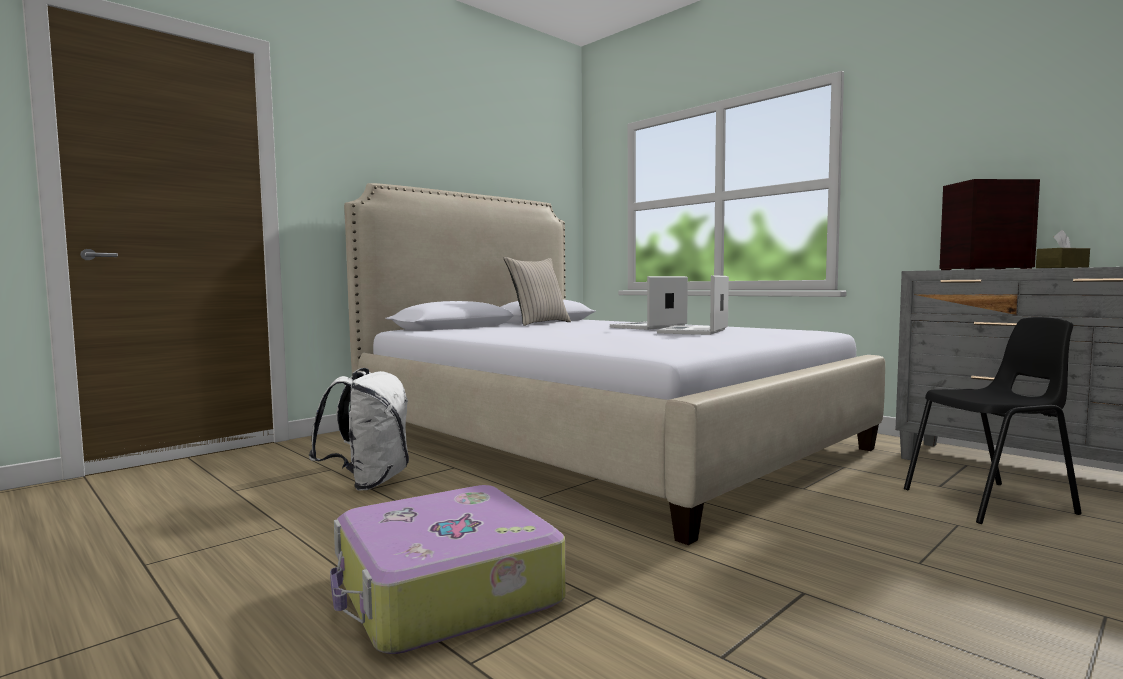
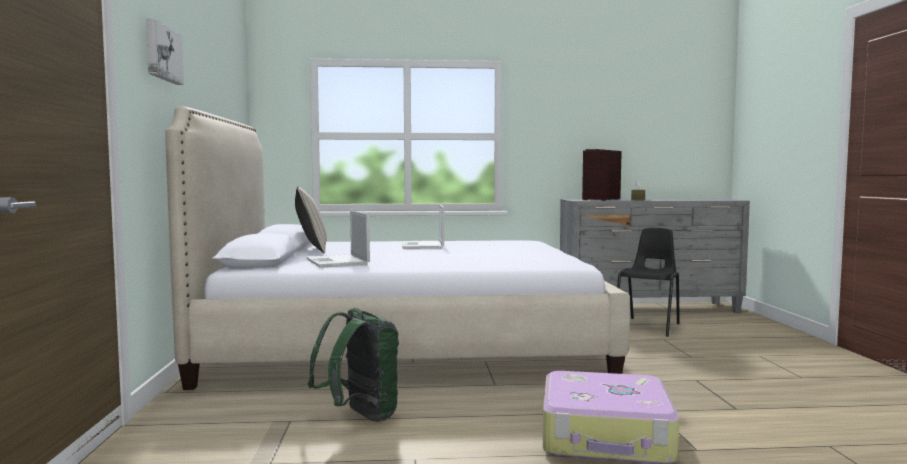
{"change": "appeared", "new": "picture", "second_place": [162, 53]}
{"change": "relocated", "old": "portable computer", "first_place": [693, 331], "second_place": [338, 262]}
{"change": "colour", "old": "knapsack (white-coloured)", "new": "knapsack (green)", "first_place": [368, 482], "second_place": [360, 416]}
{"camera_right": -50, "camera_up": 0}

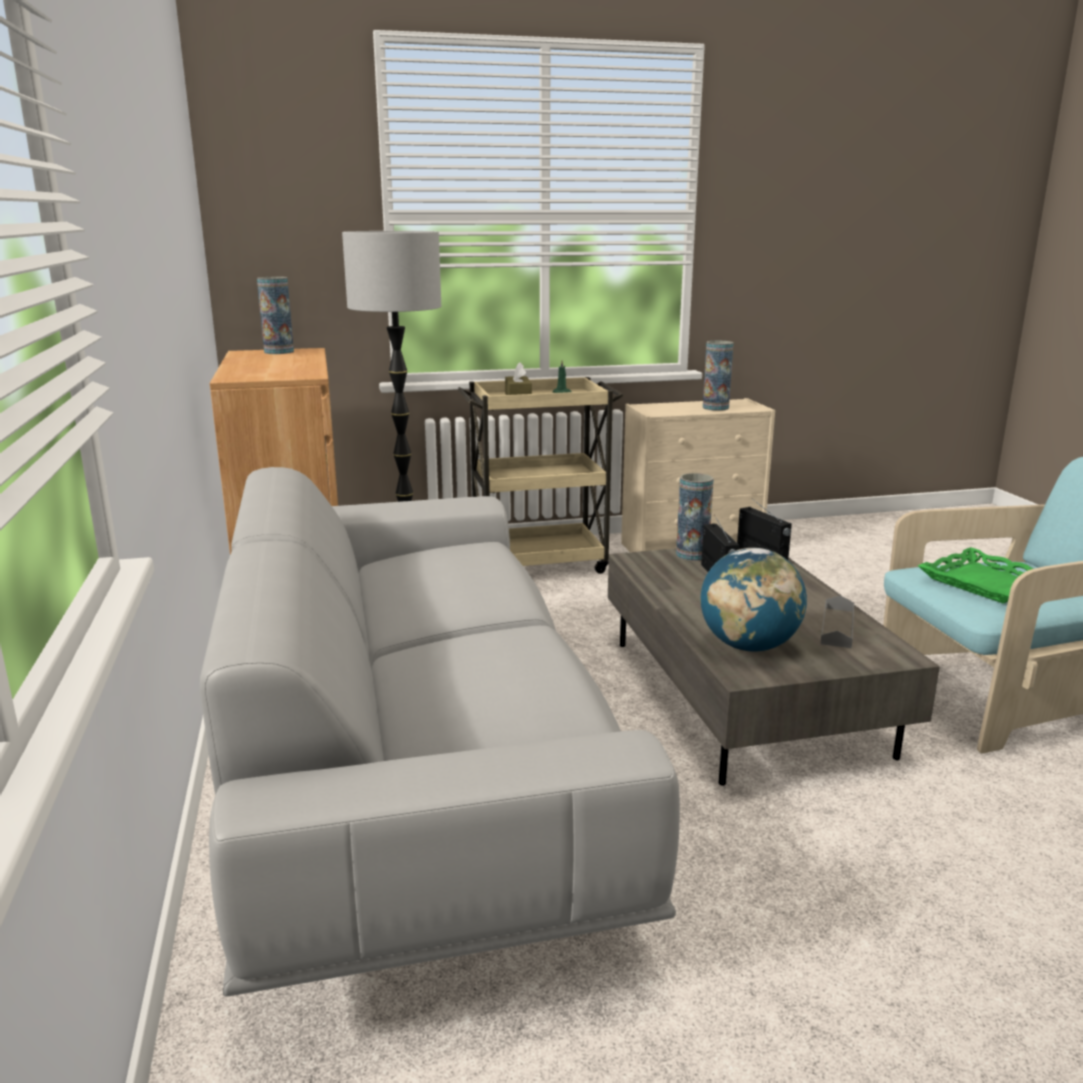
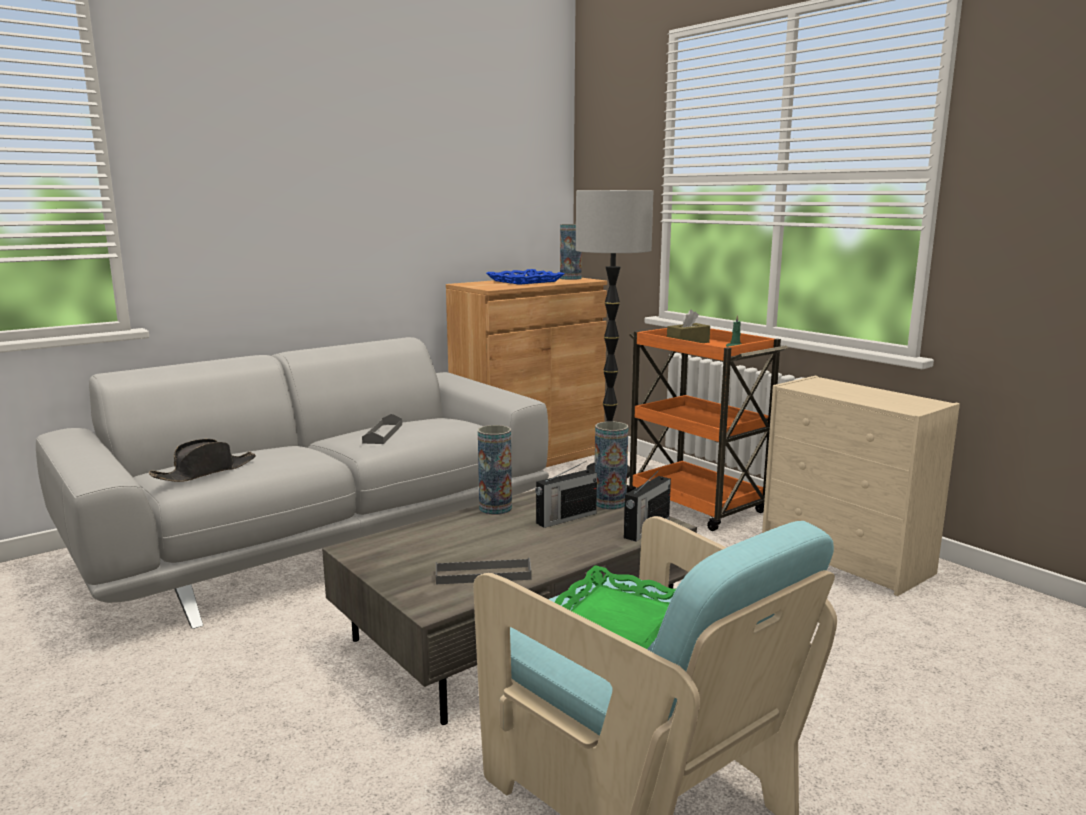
{"change": "appeared", "new": "hat (black)", "second_place": [205, 472]}
{"change": "appeared", "new": "serving tray (grey)", "second_place": [383, 433]}
{"change": "relocated", "old": "decorative vase", "first_place": [715, 408], "second_place": [495, 508]}
{"change": "appeared", "new": "serving tray (bluish)", "second_place": [524, 281]}
{"change": "colour", "old": "cart (beige)", "new": "cart (orangey)", "first_place": [539, 564], "second_place": [696, 505]}
{"change": "missing", "old": "globe", "first_place": [749, 646]}
{"camera_right": 65, "camera_up": -5}

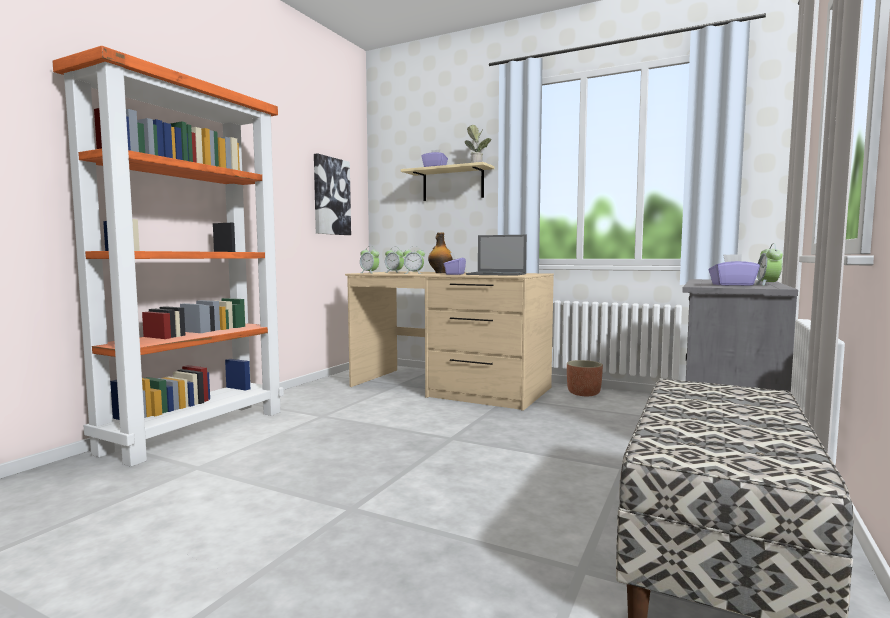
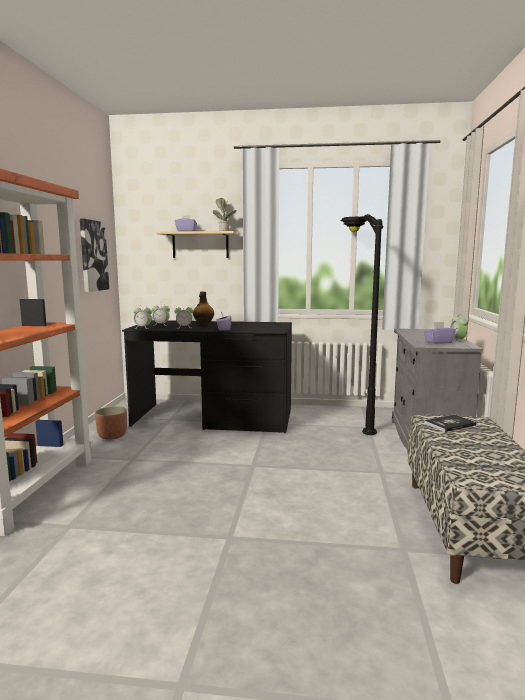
{"change": "relocated", "old": "plant pot", "first_place": [583, 393], "second_place": [112, 436]}
{"change": "colour", "old": "desk table (beige)", "new": "desk table (black)", "first_place": [449, 387], "second_place": [214, 418]}
{"change": "appeared", "new": "floor lamp (black)", "second_place": [353, 418]}
{"change": "appeared", "new": "bound book", "second_place": [450, 424]}
{"change": "missing", "old": "portable computer", "first_place": [497, 274]}
{"camera_right": -20, "camera_up": 5}

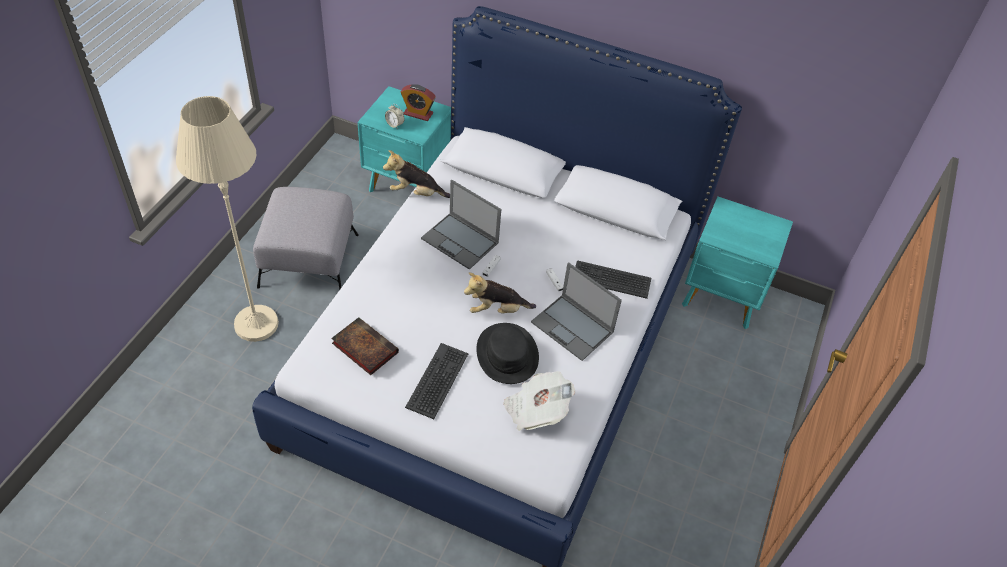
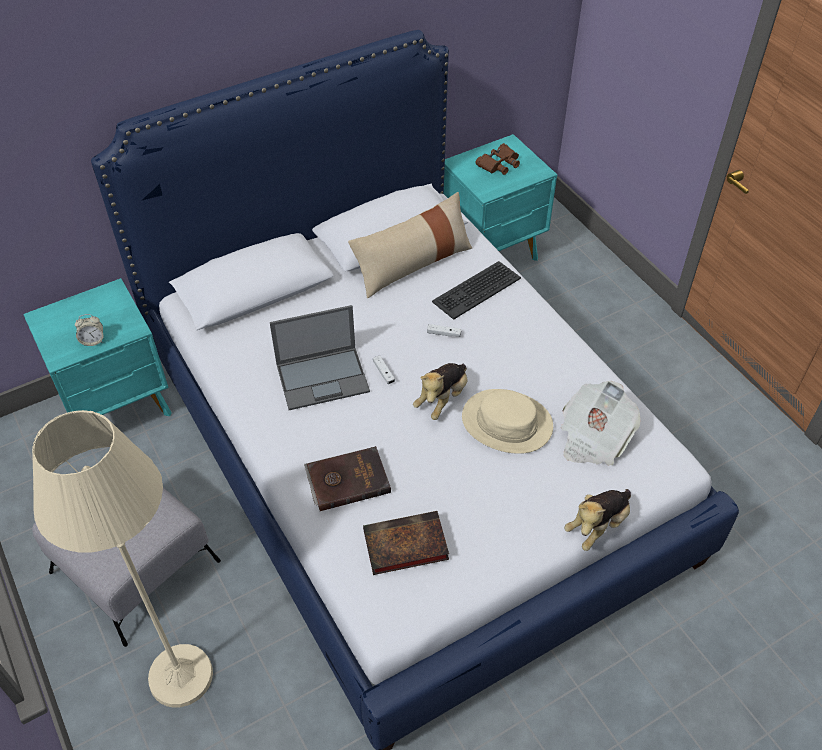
{"change": "appeared", "new": "bound book (brown-coloured)", "second_place": [347, 480]}
{"change": "appeared", "new": "throw pillow (beige)", "second_place": [413, 264]}
{"change": "colour", "old": "hat (black)", "new": "hat (beige)", "first_place": [507, 354], "second_place": [507, 422]}
{"change": "appeared", "new": "pair of binoculars (brown-coloured)", "second_place": [499, 164]}
{"change": "relocated", "old": "plush toy", "first_place": [416, 193], "second_place": [598, 525]}
{"change": "missing", "old": "bedside clock", "first_place": [418, 114]}
{"change": "missing", "old": "keyboard", "first_place": [438, 381]}
{"change": "missing", "old": "portable computer", "first_place": [573, 327]}
{"camera_right": -50, "camera_up": 0}

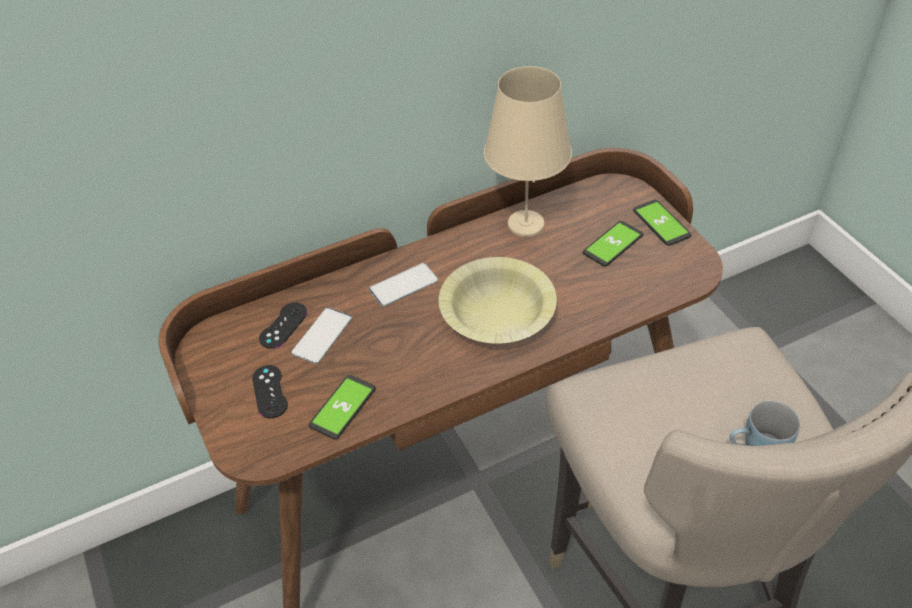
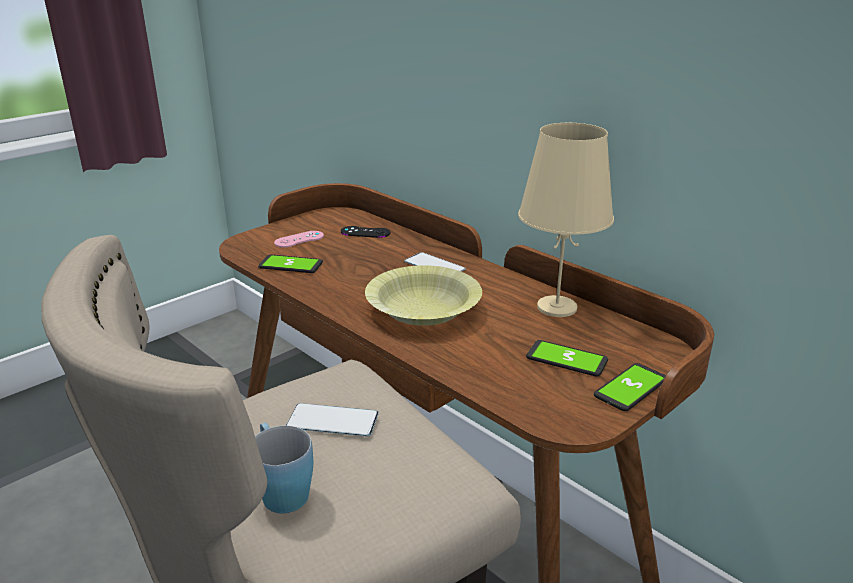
{"change": "colour", "old": "joypad (black)", "new": "joypad (pink-coloured)", "first_place": [270, 391], "second_place": [299, 239]}
{"change": "relocated", "old": "handset", "first_place": [322, 335], "second_place": [333, 421]}
{"camera_right": 70, "camera_up": -20}

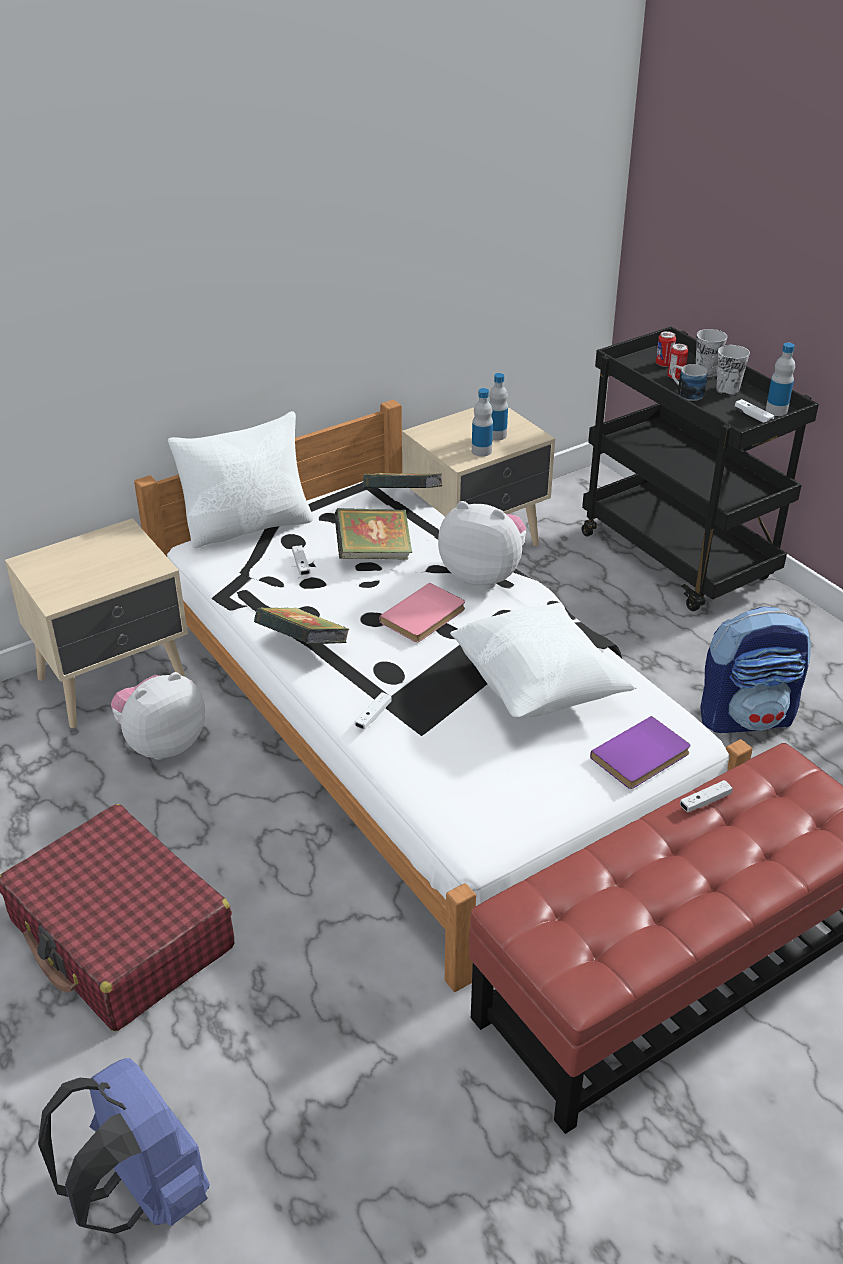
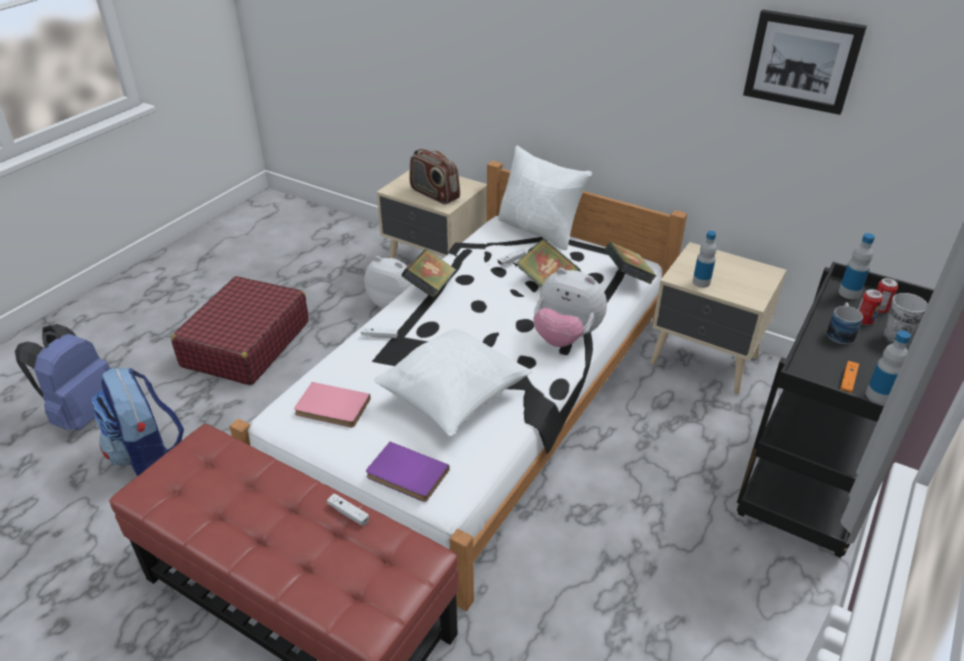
{"change": "relocated", "old": "knapsack", "first_place": [747, 717], "second_place": [150, 457]}
{"change": "relocated", "old": "bound book (pink-coloured)", "first_place": [425, 616], "second_place": [331, 408]}
{"change": "appeared", "new": "radio set", "second_place": [434, 194]}
{"change": "spun", "old": "plush toy", "first_place": [483, 575], "second_place": [566, 337], "degrees": 120}
{"change": "appeared", "new": "picture", "second_place": [802, 61]}
{"change": "relocated", "old": "bottle", "first_place": [496, 435], "second_place": [849, 293]}
{"change": "colour", "old": "joypad (white-coloured)", "new": "joypad (orangey)", "first_place": [753, 416], "second_place": [847, 382]}
{"change": "missing", "old": "cup", "first_place": [727, 390]}
{"camera_right": 65, "camera_up": 0}

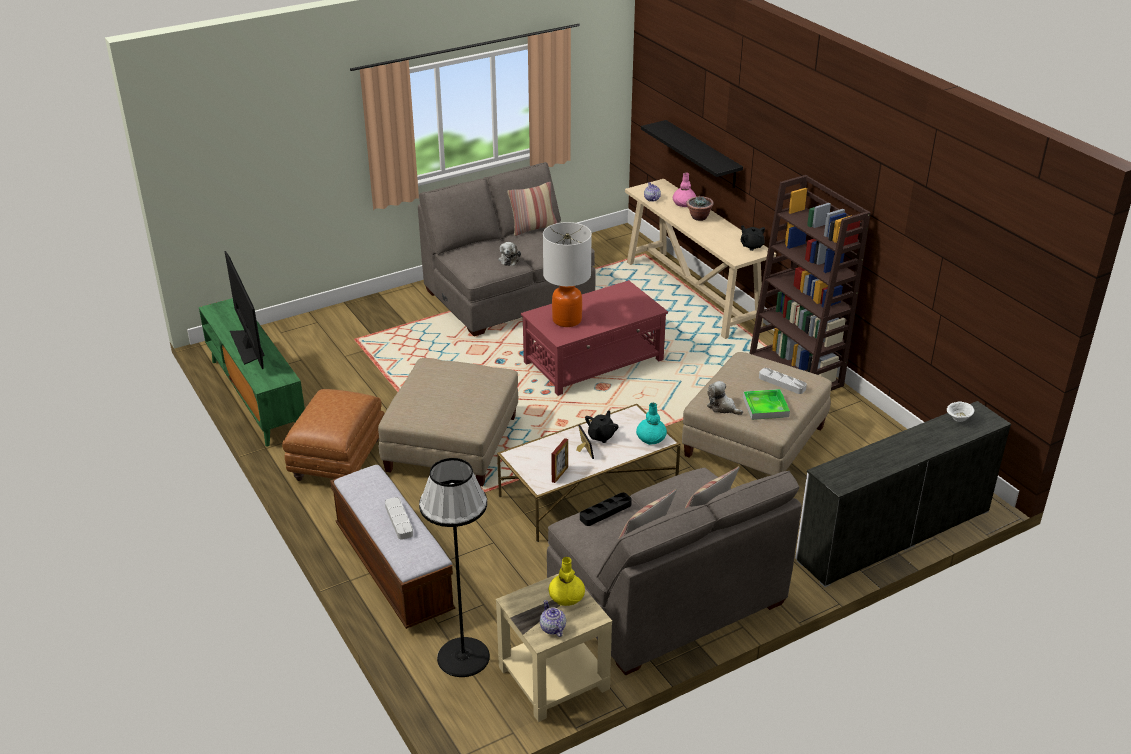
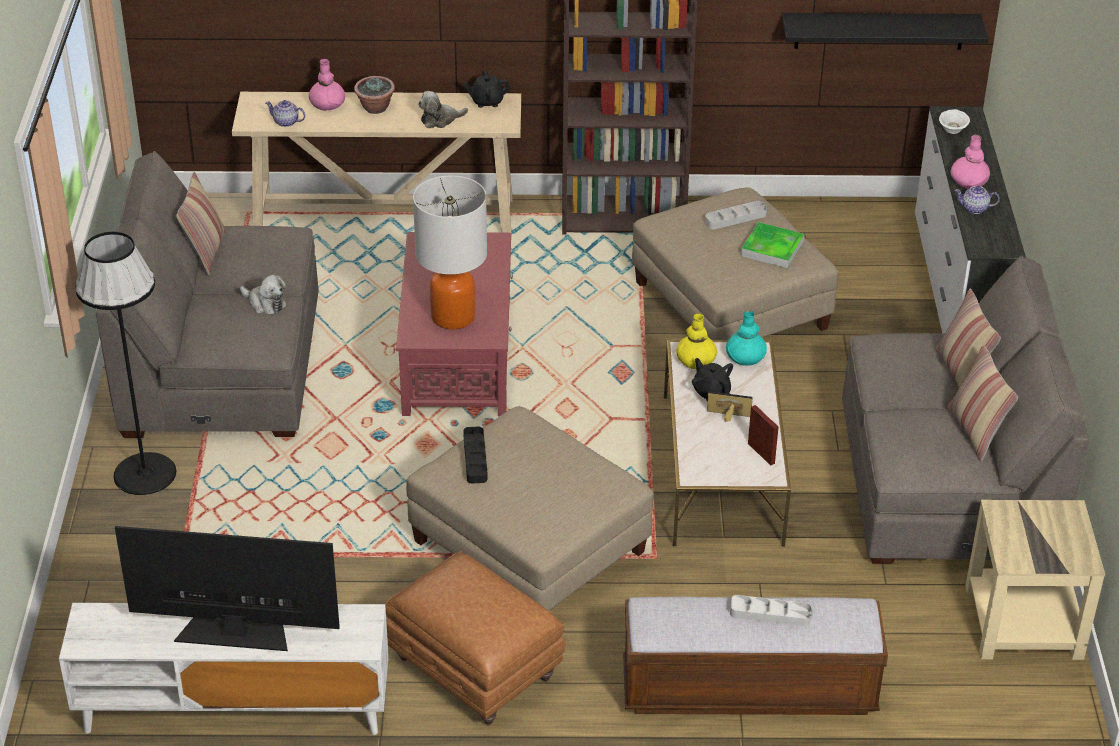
{"change": "colour", "old": "media console (green)", "new": "media console (white-coloured)", "first_place": [255, 396], "second_place": [233, 709]}
{"change": "relocated", "old": "floor lamp (black)", "first_place": [463, 656], "second_place": [144, 473]}
{"change": "relocated", "old": "plush toy", "first_place": [722, 407], "second_place": [440, 120]}
{"change": "relocated", "old": "serving tray (black)", "first_place": [605, 511], "second_place": [475, 458]}
{"change": "relocated", "old": "decorative vase (yellowish)", "first_place": [566, 597], "second_place": [695, 360]}
{"change": "relocated", "old": "wall shelf (black)", "first_place": [702, 154], "second_place": [879, 30]}
{"change": "appeared", "new": "decorative vase (pink-coloured)", "second_place": [969, 181]}
{"change": "relocated", "old": "pot for tea", "first_place": [552, 628], "second_place": [975, 209]}
{"camera_right": -60, "camera_up": 5}

